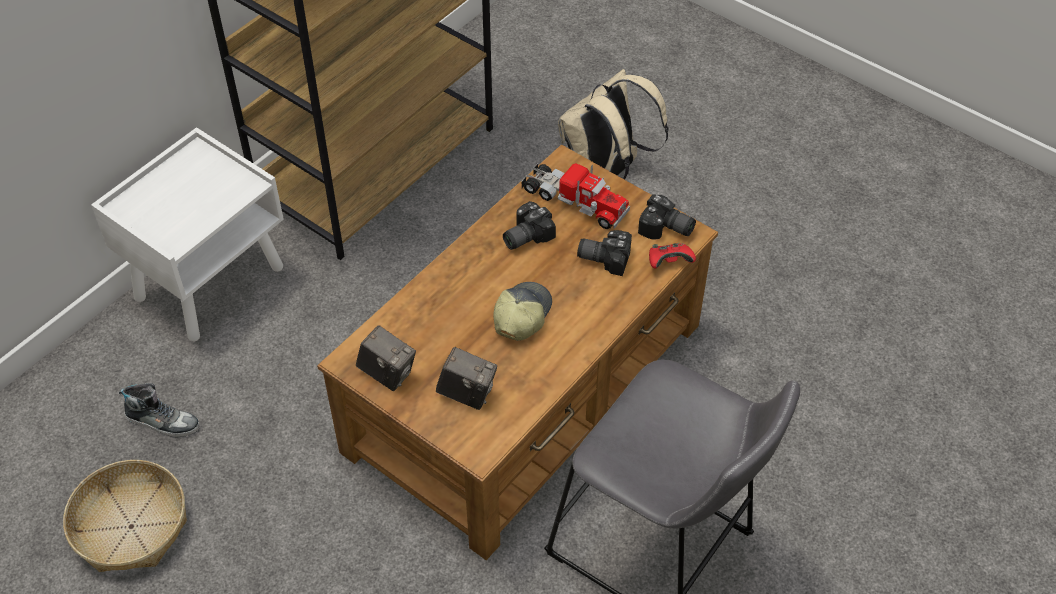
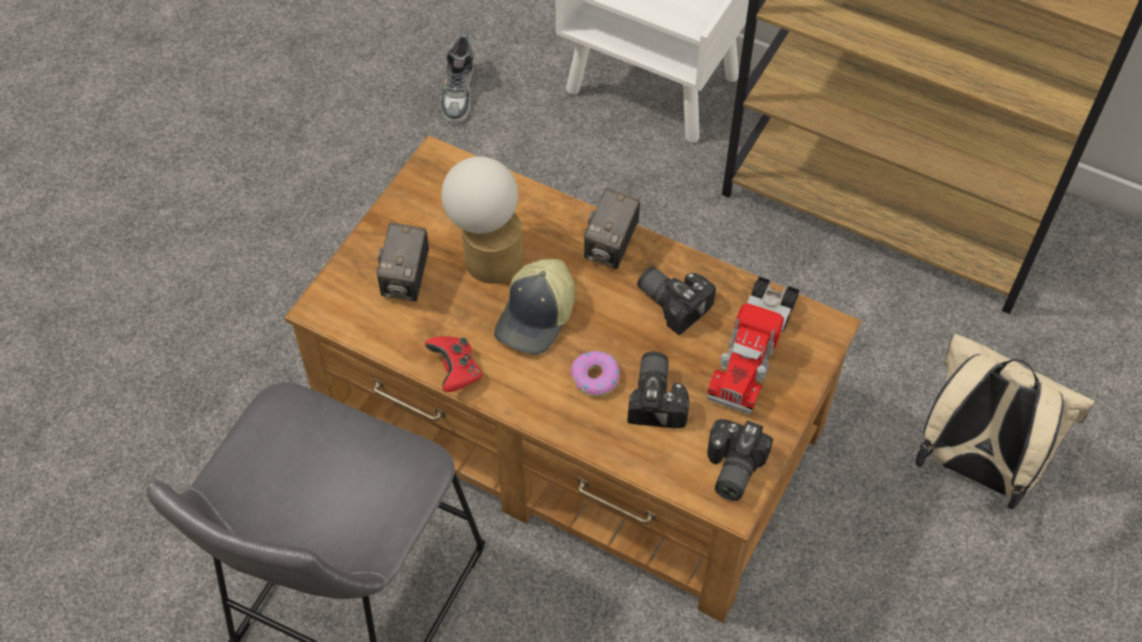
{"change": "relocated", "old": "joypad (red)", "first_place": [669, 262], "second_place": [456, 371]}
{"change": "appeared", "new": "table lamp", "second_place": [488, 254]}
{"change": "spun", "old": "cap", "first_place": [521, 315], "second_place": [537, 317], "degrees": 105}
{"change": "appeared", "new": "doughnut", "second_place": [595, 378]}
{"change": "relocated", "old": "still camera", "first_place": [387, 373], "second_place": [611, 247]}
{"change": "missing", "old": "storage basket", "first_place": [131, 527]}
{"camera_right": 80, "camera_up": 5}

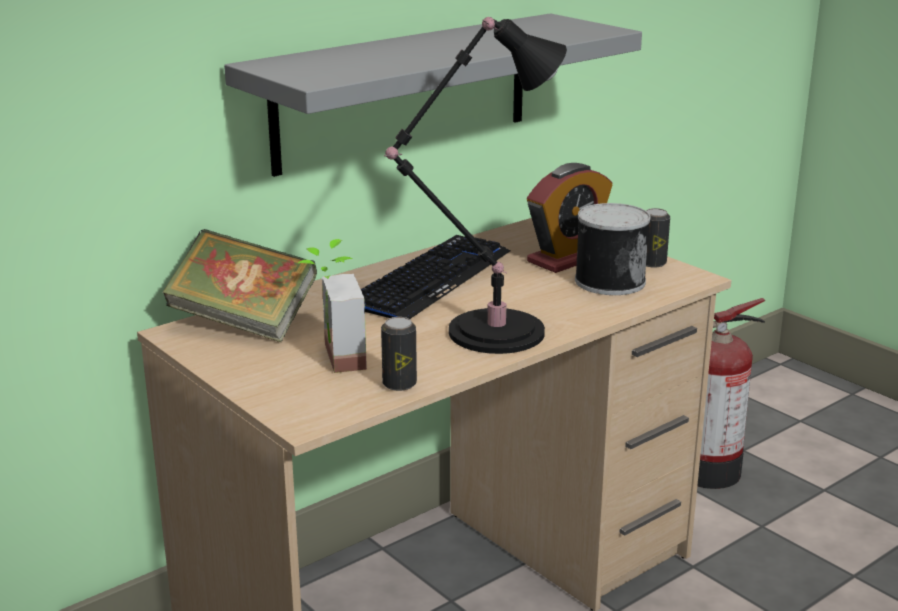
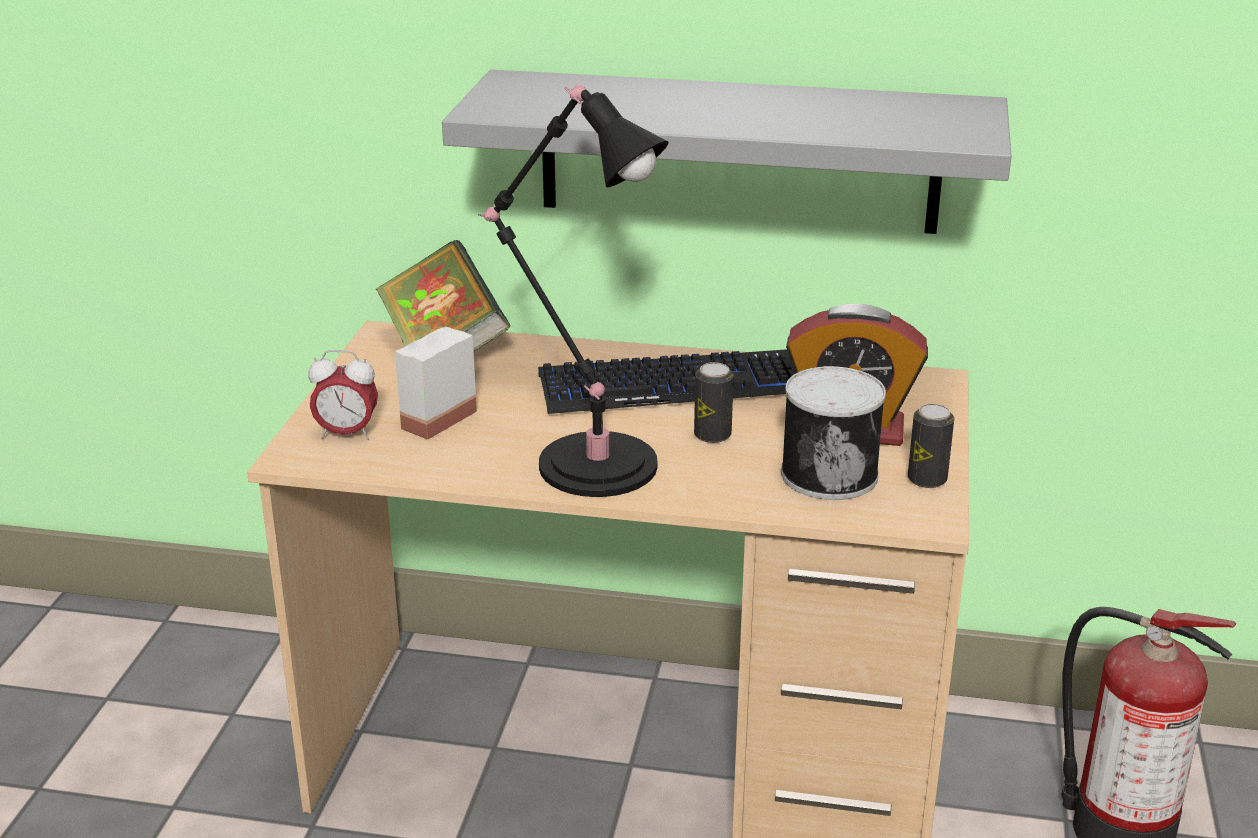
{"change": "appeared", "new": "bedside clock", "second_place": [347, 434]}
{"change": "relocated", "old": "can", "first_place": [399, 384], "second_place": [712, 435]}
{"camera_right": 50, "camera_up": 5}

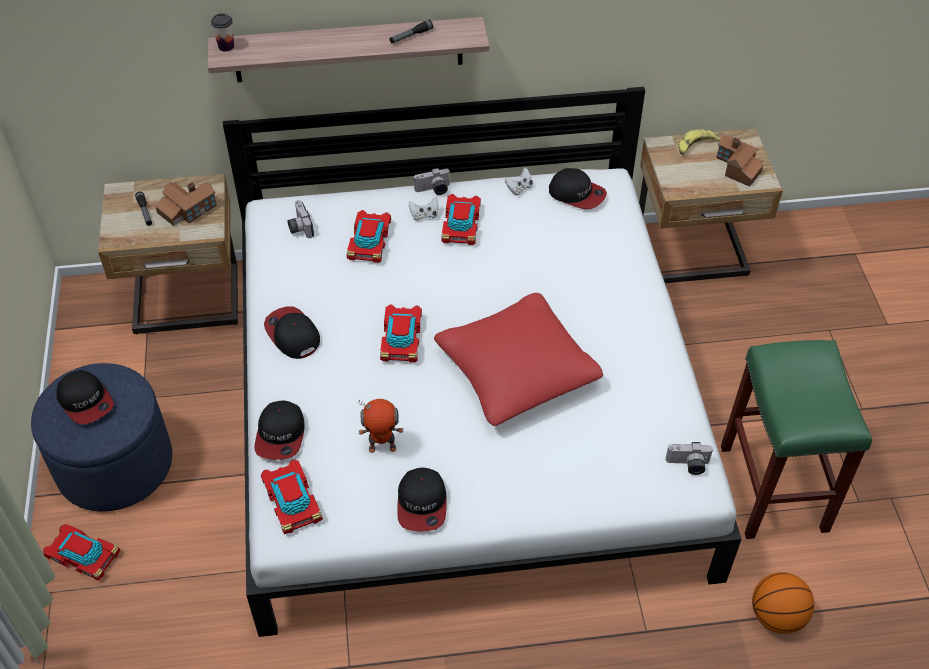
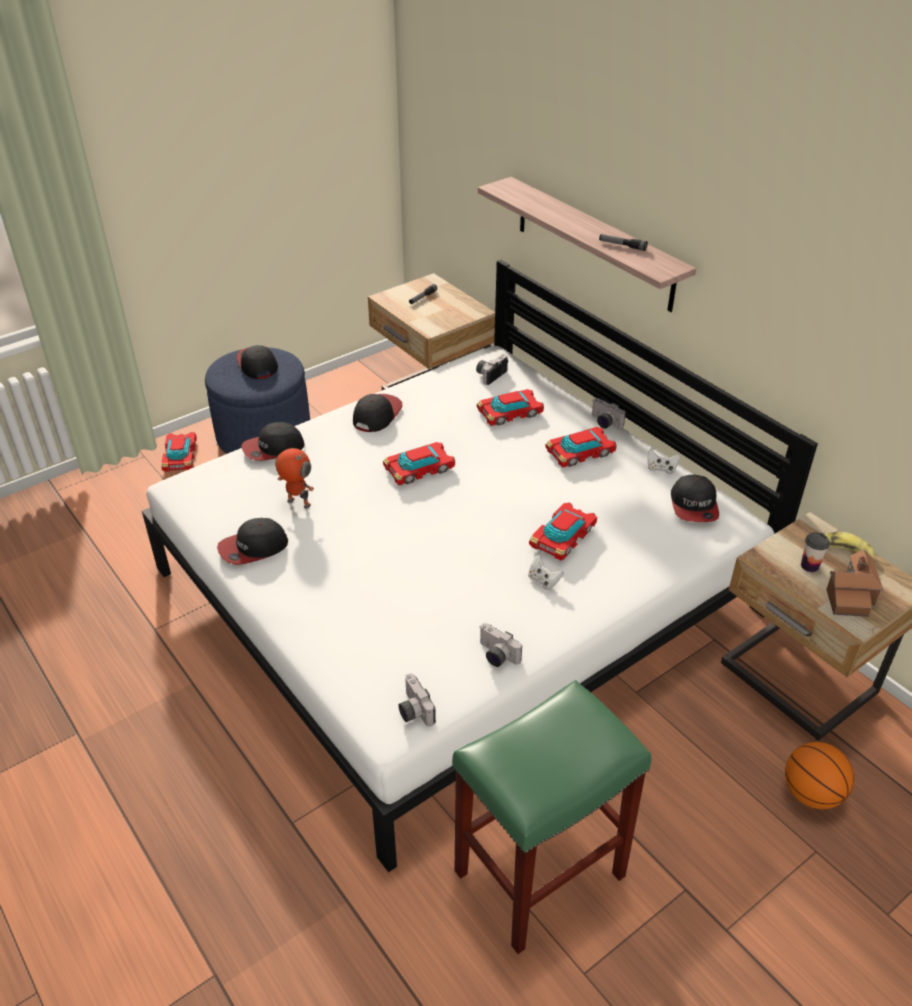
{"change": "spun", "old": "cap", "first_place": [86, 401], "second_place": [257, 364], "degrees": 135}
{"change": "spun", "old": "model robot", "first_place": [382, 447], "second_place": [298, 504], "degrees": 150}
{"change": "appeared", "new": "still camera", "second_place": [495, 656]}
{"change": "relocated", "old": "joypad (white-coloured)", "first_place": [424, 215], "second_place": [543, 580]}
{"change": "relocated", "old": "miniature car", "first_place": [292, 500], "second_place": [563, 537]}
{"change": "relocated", "old": "basketball ball", "first_place": [777, 616], "second_place": [811, 794]}
{"change": "relocated", "old": "cup", "first_place": [226, 46], "second_place": [809, 566]}
{"change": "missing", "old": "model house", "first_place": [187, 209]}
{"change": "missing", "old": "throw pillow (red)", "first_place": [516, 370]}
{"camera_right": 60, "camera_up": -10}

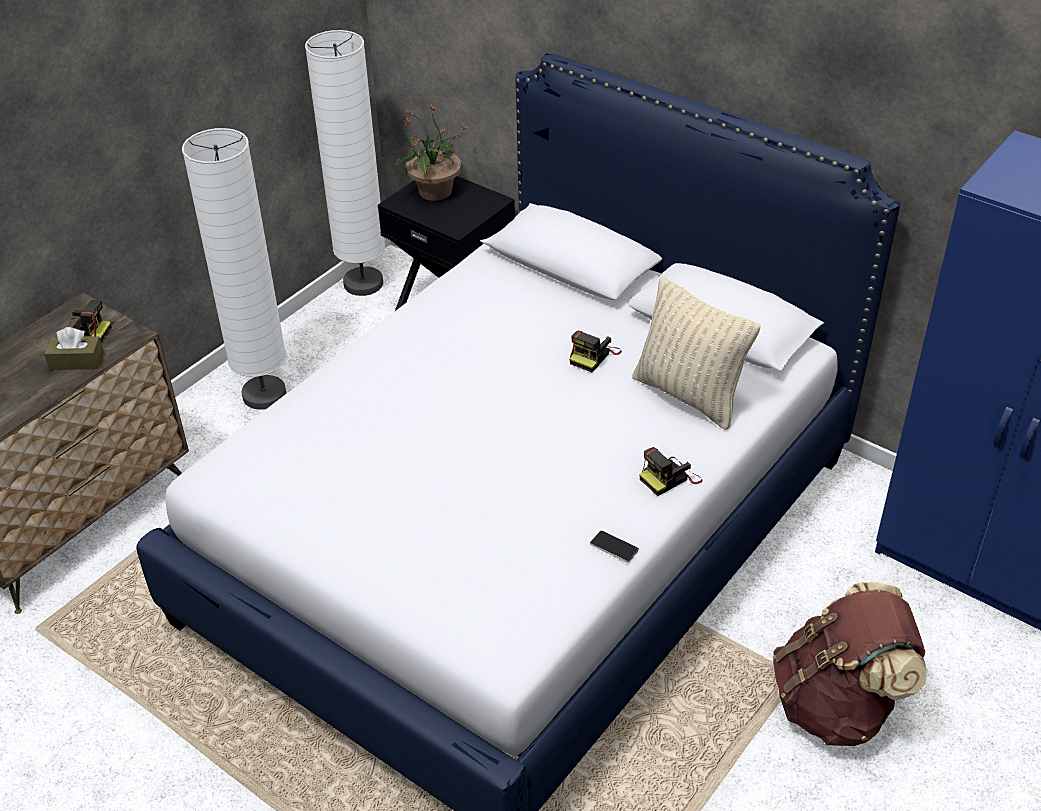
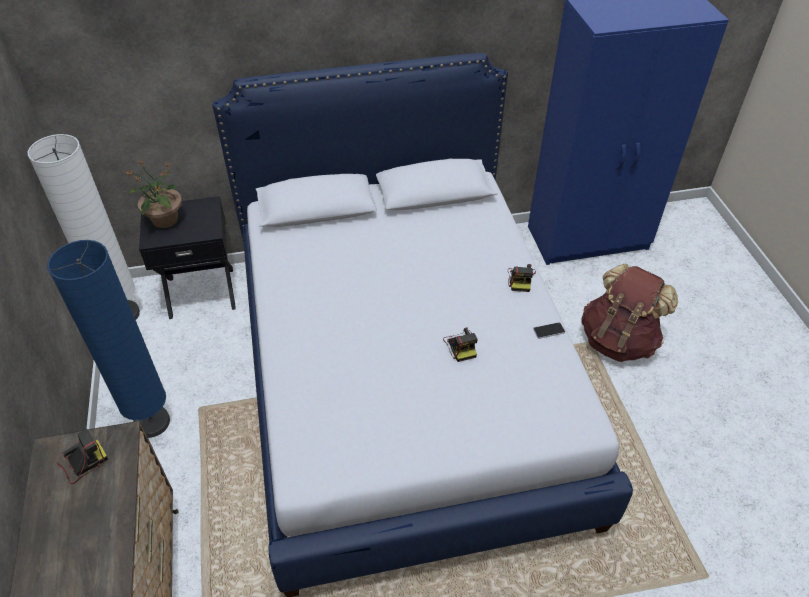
{"change": "colour", "old": "floor lamp (white-coloured)", "new": "floor lamp (bluish)", "first_place": [264, 395], "second_place": [152, 423]}
{"change": "relocated", "old": "still camera", "first_place": [593, 356], "second_place": [461, 346]}
{"change": "missing", "old": "tissue box (brown-coloured)", "first_place": [77, 361]}
{"change": "missing", "old": "throw pillow (beige)", "first_place": [689, 395]}
{"camera_right": -50, "camera_up": 5}

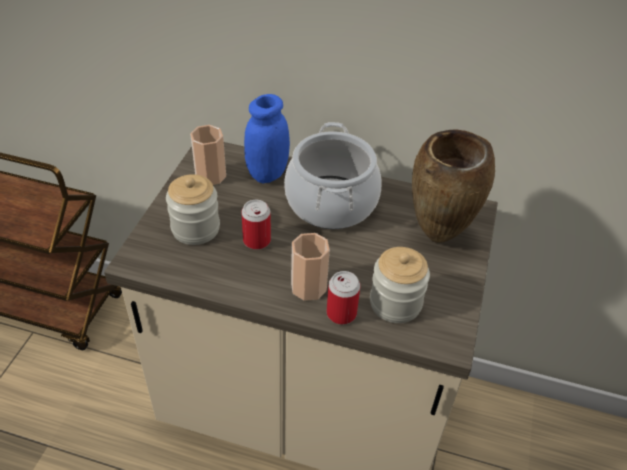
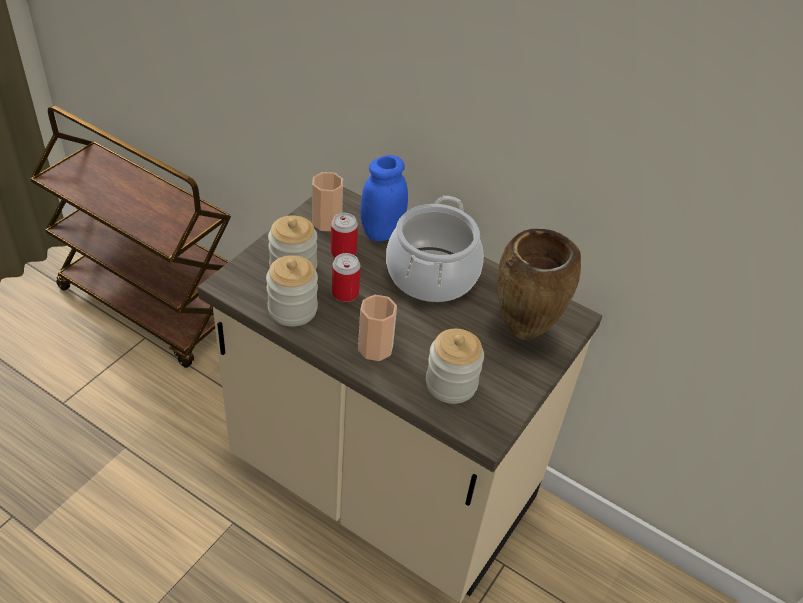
{"change": "appeared", "new": "storage jar", "second_place": [292, 309]}
{"change": "relocated", "old": "can", "first_place": [341, 313], "second_place": [343, 252]}
{"camera_right": 15, "camera_up": 0}

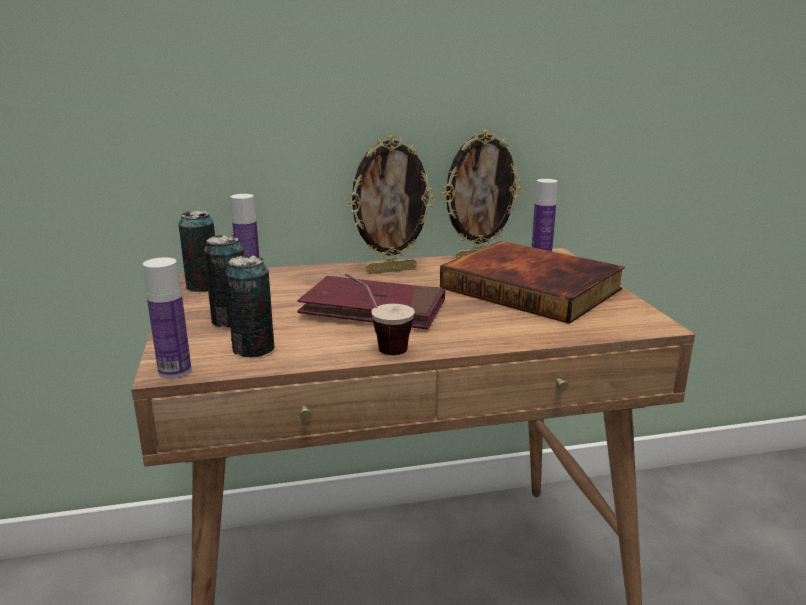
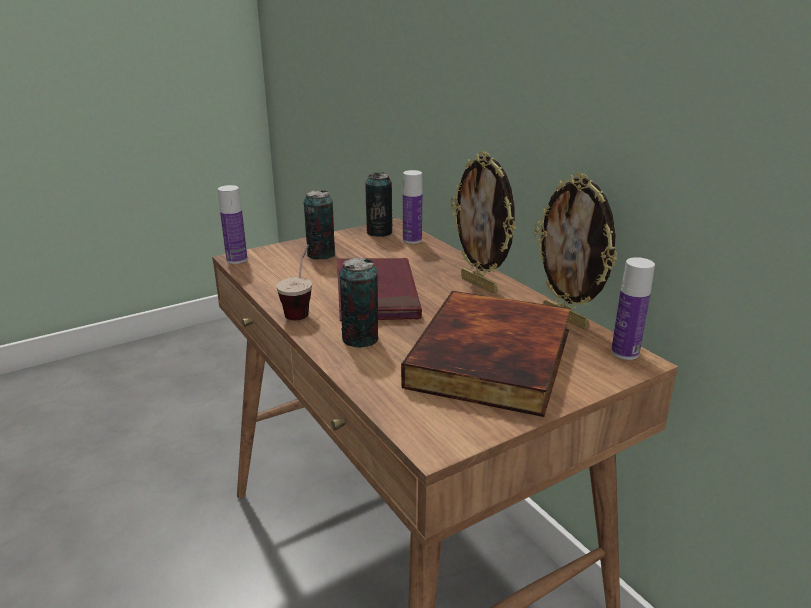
{"change": "relocated", "old": "can", "first_place": [253, 349], "second_place": [360, 339]}
{"camera_right": 70, "camera_up": 5}

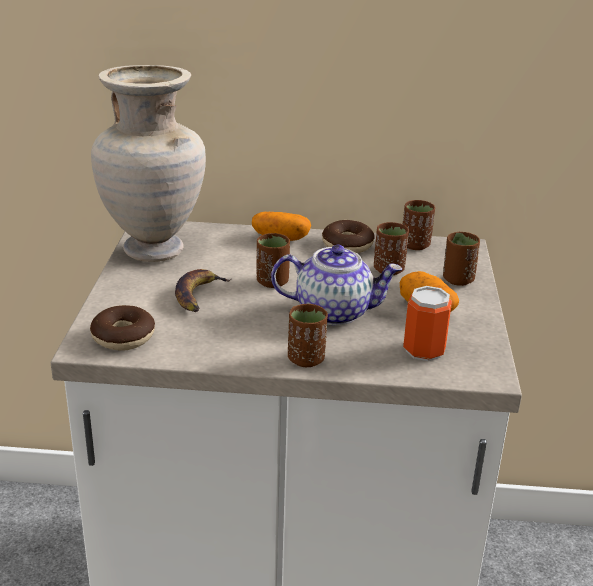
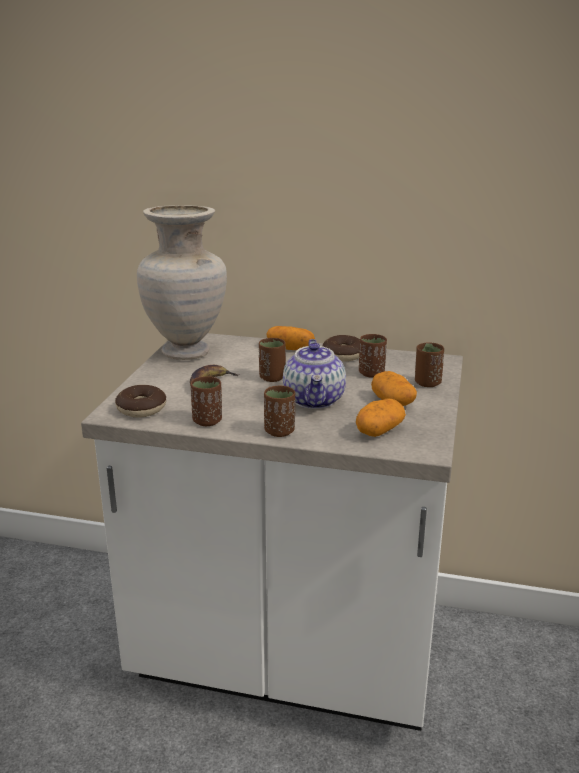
{"change": "relocated", "old": "cup (brown-coloured)", "first_place": [415, 245], "second_place": [207, 421]}
{"change": "spun", "old": "pot for tea", "first_place": [334, 311], "second_place": [315, 400], "degrees": 75}
{"change": "exchanged", "old": "can", "new": "spud", "first_place": [424, 350], "second_place": [379, 430]}
{"camera_right": 10, "camera_up": -5}

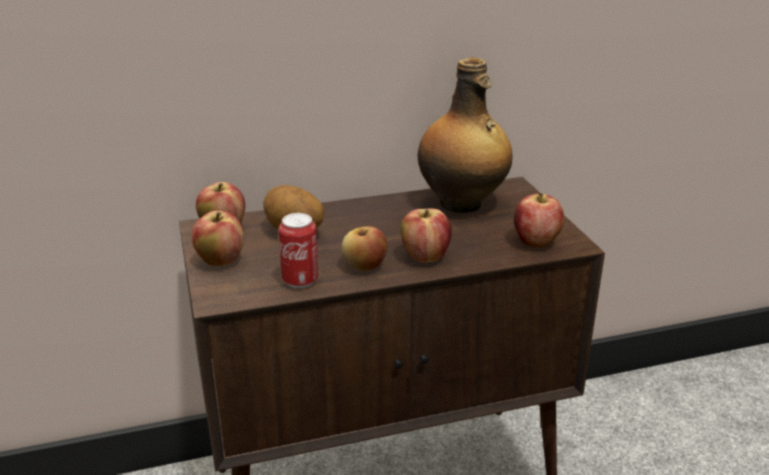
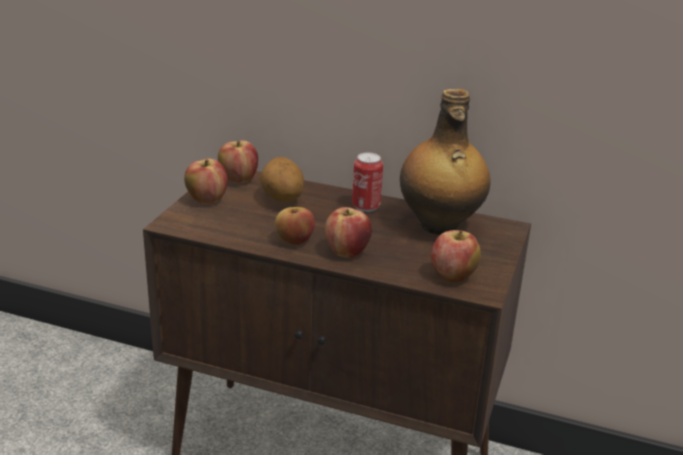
{"change": "relocated", "old": "can", "first_place": [300, 281], "second_place": [366, 207]}
{"camera_right": 35, "camera_up": 0}

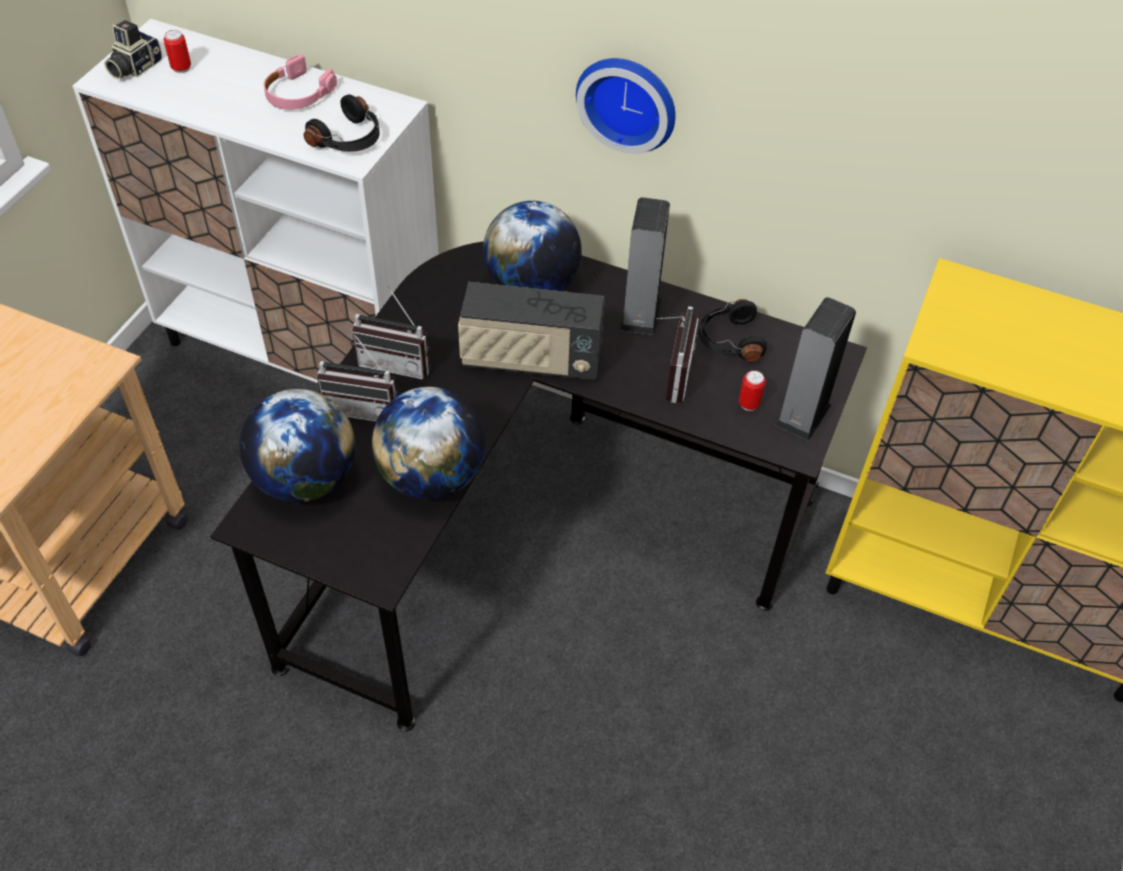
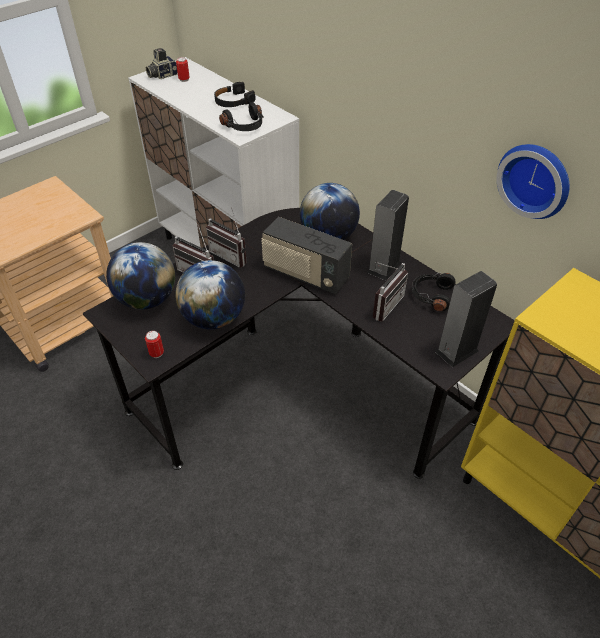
{"change": "relocated", "old": "can", "first_place": [748, 404], "second_place": [156, 353]}
{"change": "colour", "old": "headset (pink-coloured)", "new": "headset (black)", "first_place": [298, 94], "second_place": [233, 101]}
{"change": "relocated", "old": "clock on the wall", "first_place": [629, 101], "second_place": [535, 179]}
{"camera_right": 25, "camera_up": -5}

